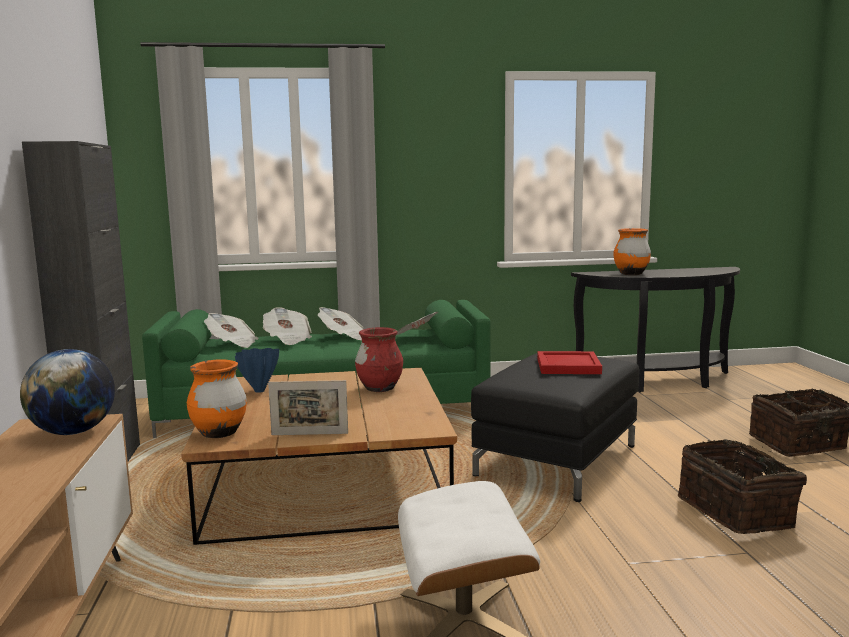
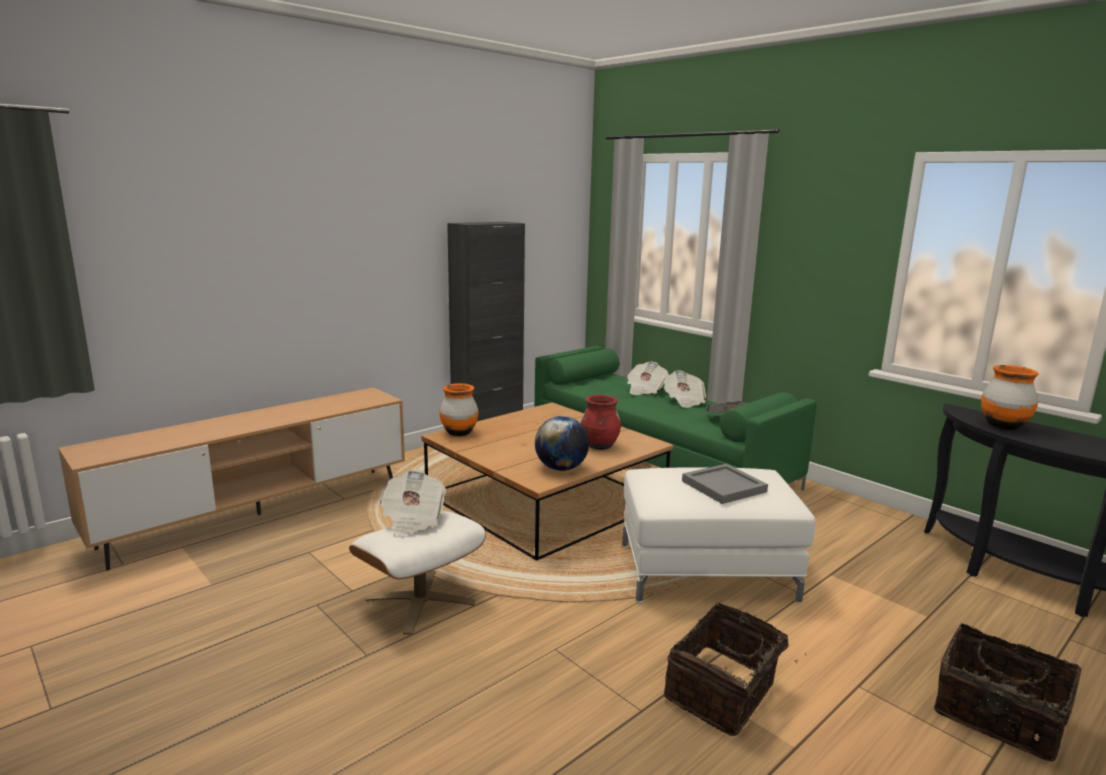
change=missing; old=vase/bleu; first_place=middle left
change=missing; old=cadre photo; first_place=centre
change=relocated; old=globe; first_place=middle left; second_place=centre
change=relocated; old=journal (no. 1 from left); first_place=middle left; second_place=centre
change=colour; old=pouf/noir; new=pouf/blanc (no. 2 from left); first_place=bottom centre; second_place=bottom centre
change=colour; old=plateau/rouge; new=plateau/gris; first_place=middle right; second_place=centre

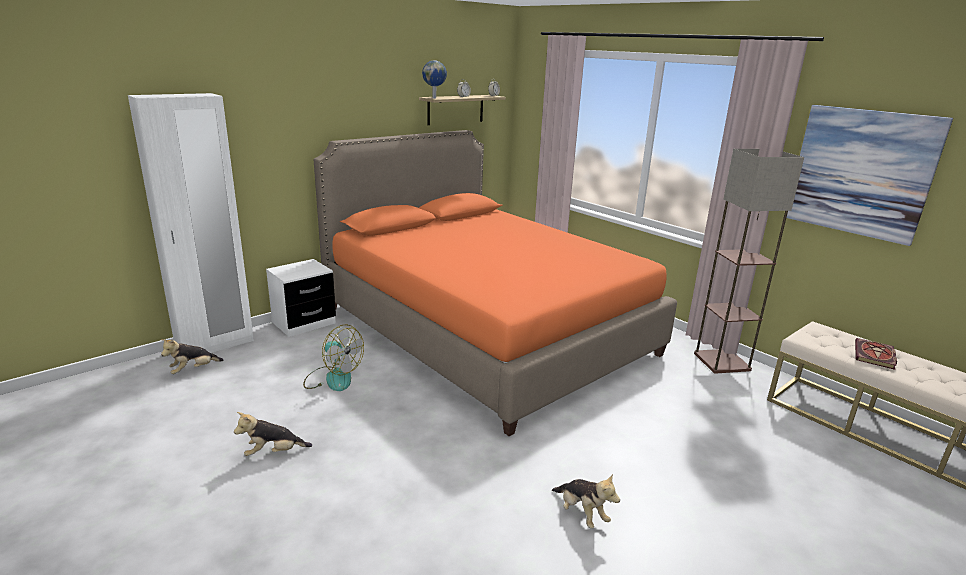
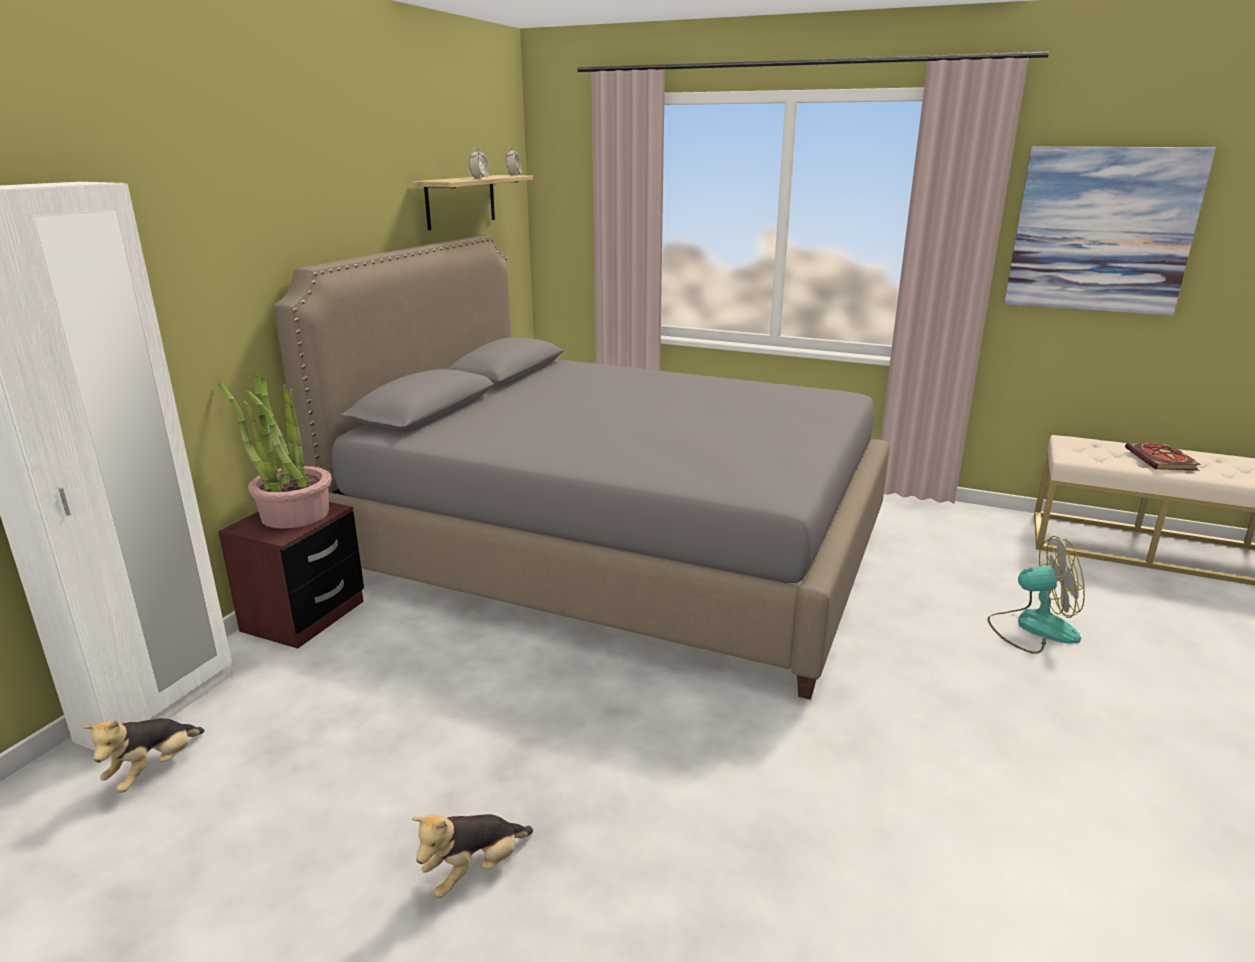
change=missing; old=globe; first_place=top centre
change=missing; old=peluche (no. 3 from left); first_place=bottom centre
change=missing; old=lampadaire; first_place=middle right
change=appeared; new=plante en pot; second_place=middle left
change=relocated; old=ventilateur; first_place=centre; second_place=middle right
change=colour; old=table de chevet/blanc; new=table de chevet/marron; first_place=middle left; second_place=middle left
change=colour; old=lit/orange; new=lit/gris; first_place=centre; second_place=centre

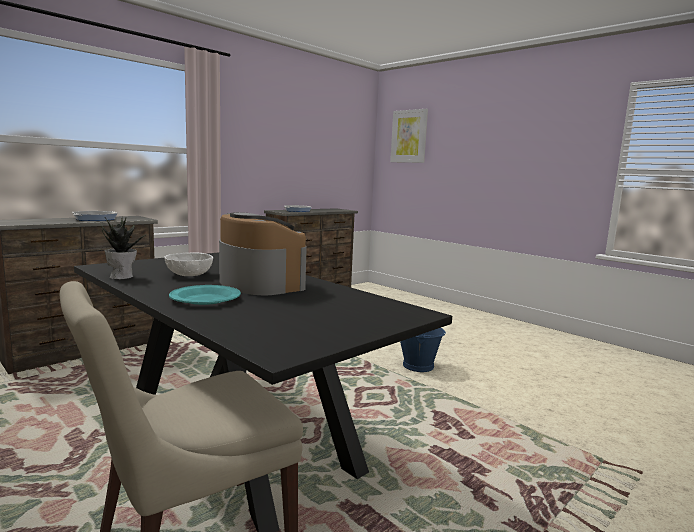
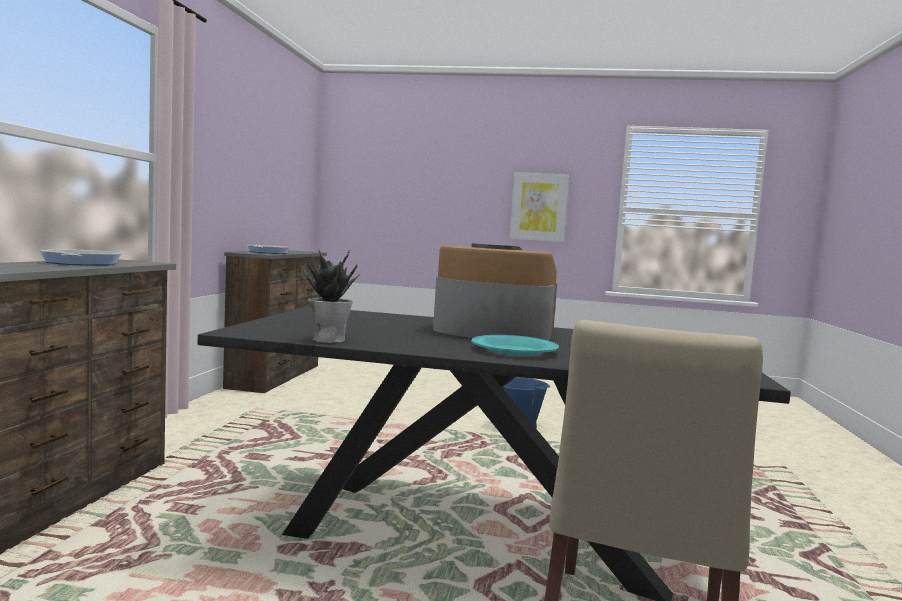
change=missing; old=bol/blanc; first_place=middle left
change=relocated; old=tableau; first_place=top centre; second_place=centre

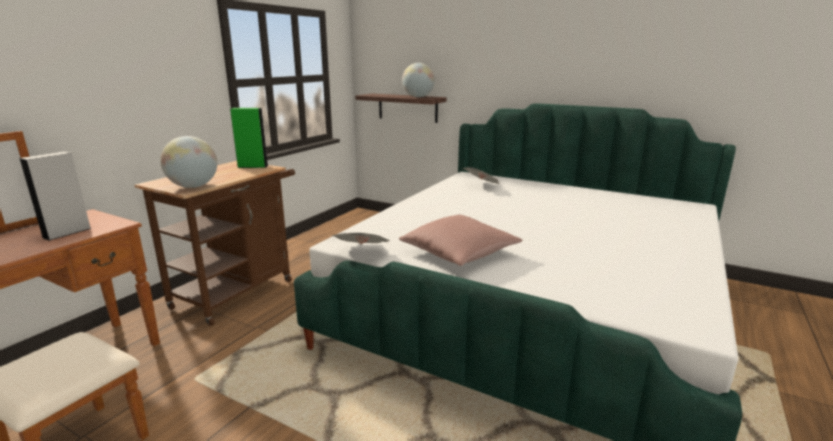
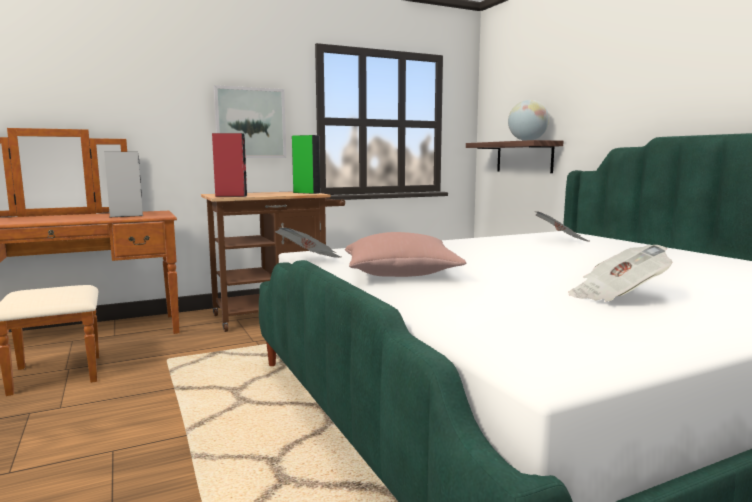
change=appeared; new=tableau; second_place=top left
change=appeared; new=journal (no. 3 from left); second_place=middle right
change=exchanged; old=globe (no. 1 from left); new=enceinte/rouge; first_place=middle left; second_place=top left

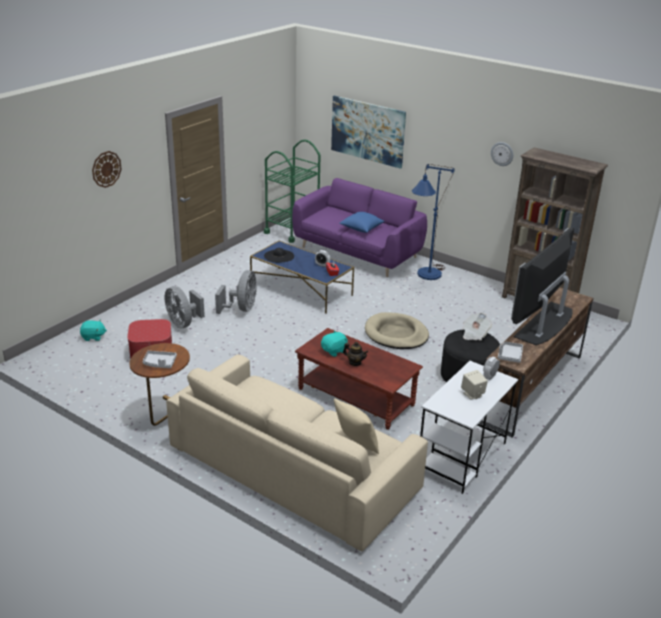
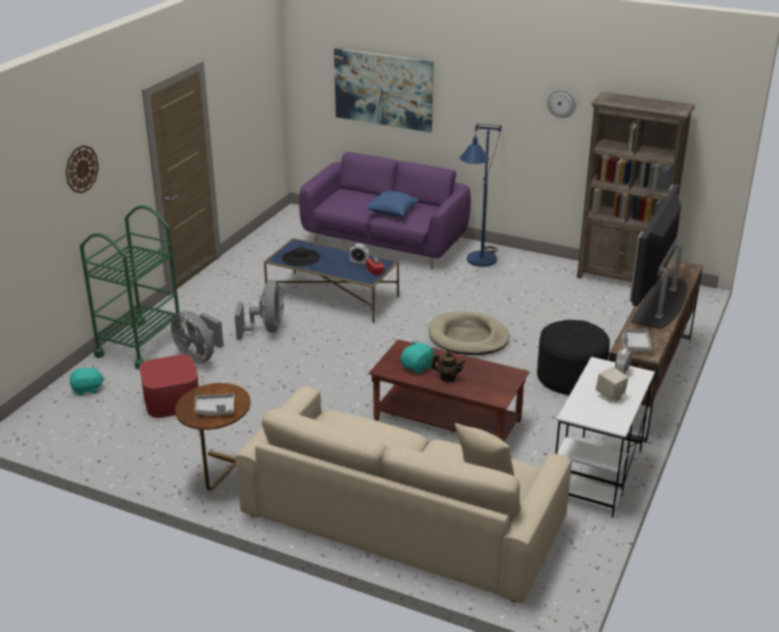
change=missing; old=journal; first_place=middle right
change=relocated; old=chariot/vert; first_place=top centre; second_place=middle left

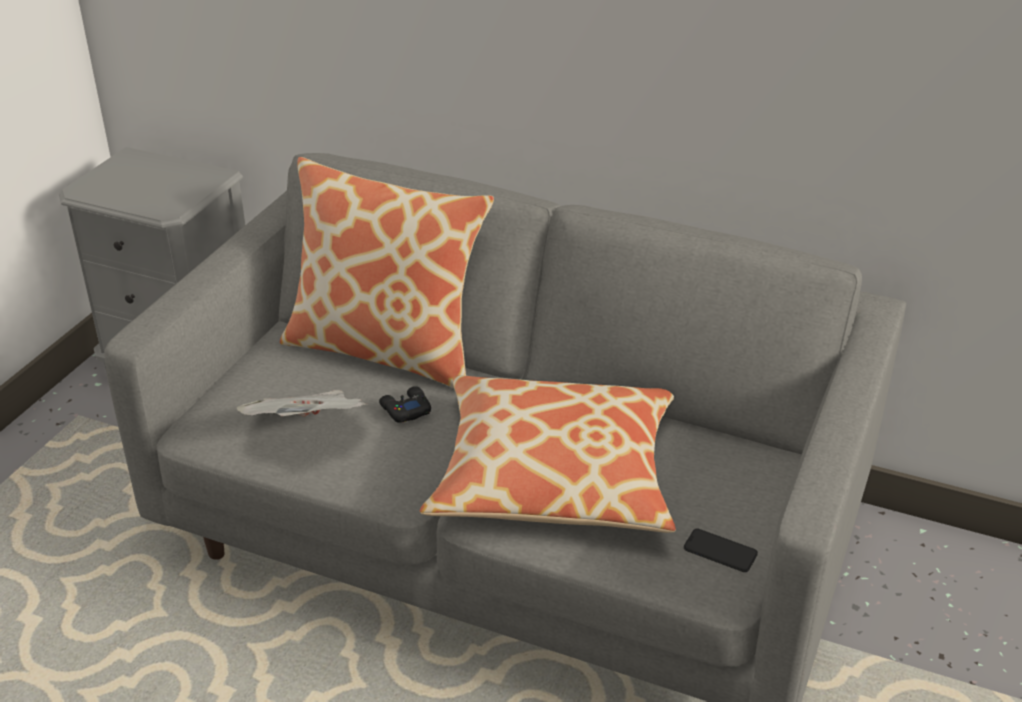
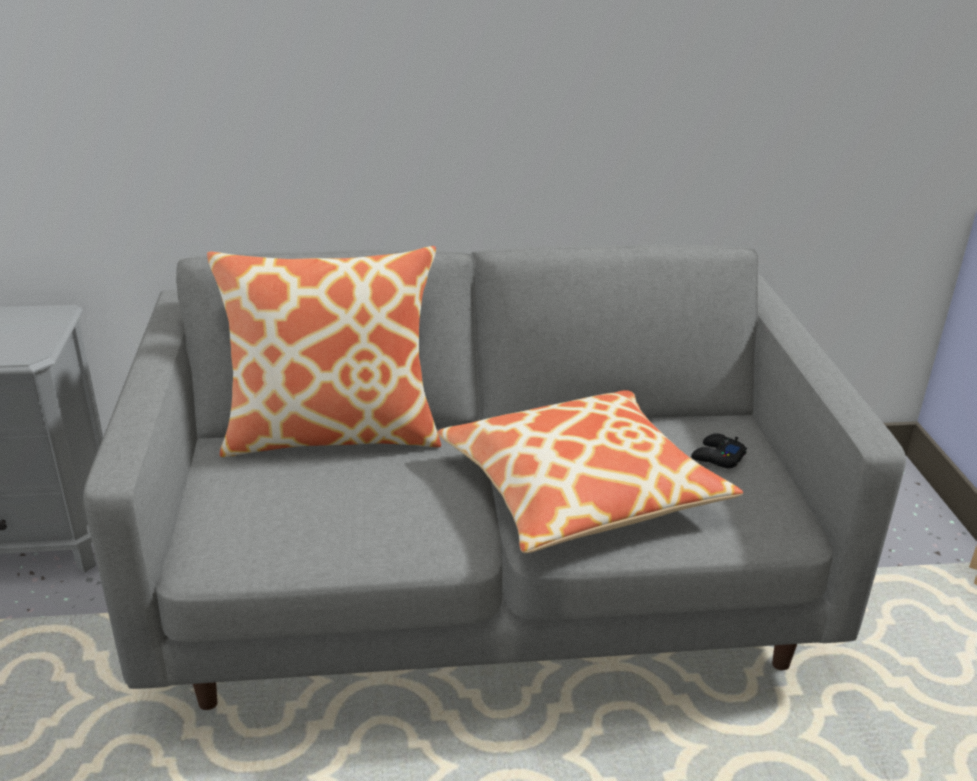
change=missing; old=journal; first_place=middle left
change=missing; old=téléphone; first_place=bottom right
change=relocated; old=manette/noir; first_place=centre; second_place=middle right

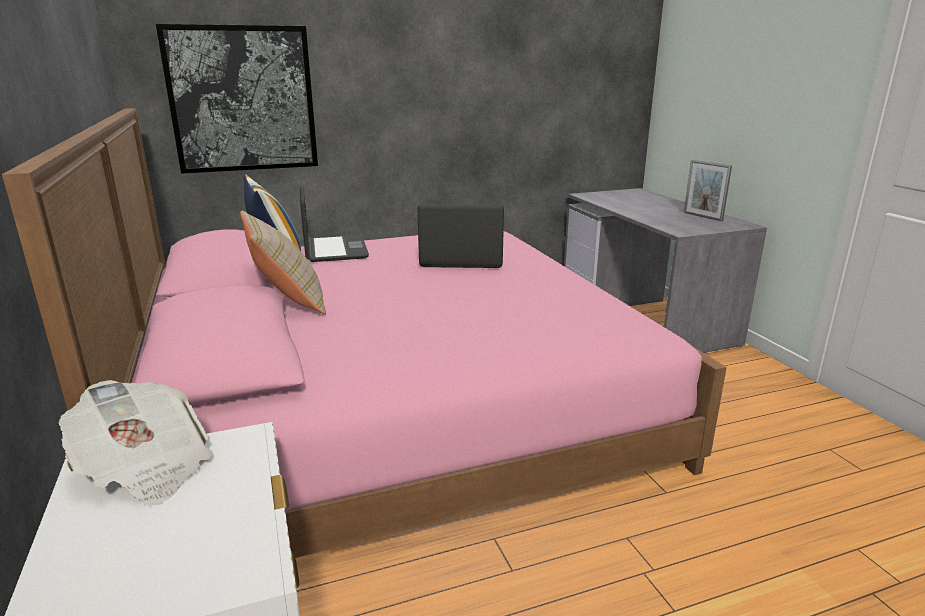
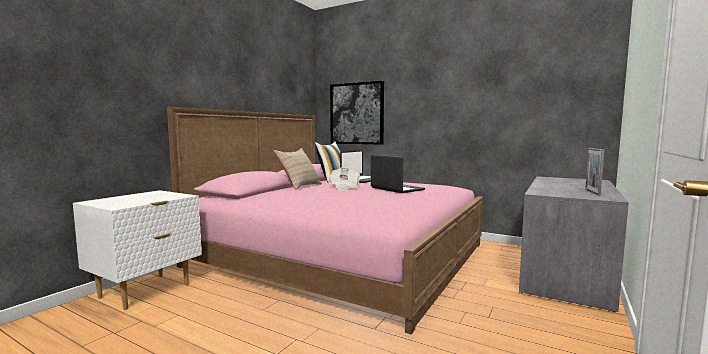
change=relocated; old=journal; first_place=bottom left; second_place=centre

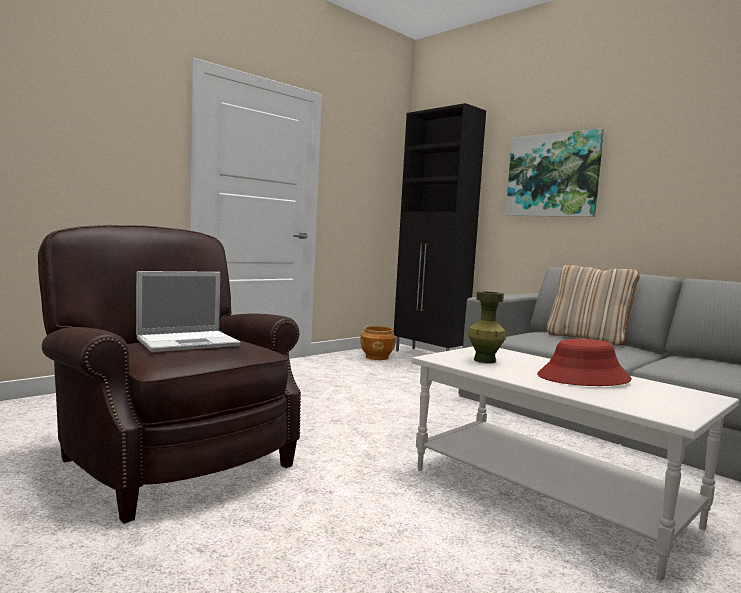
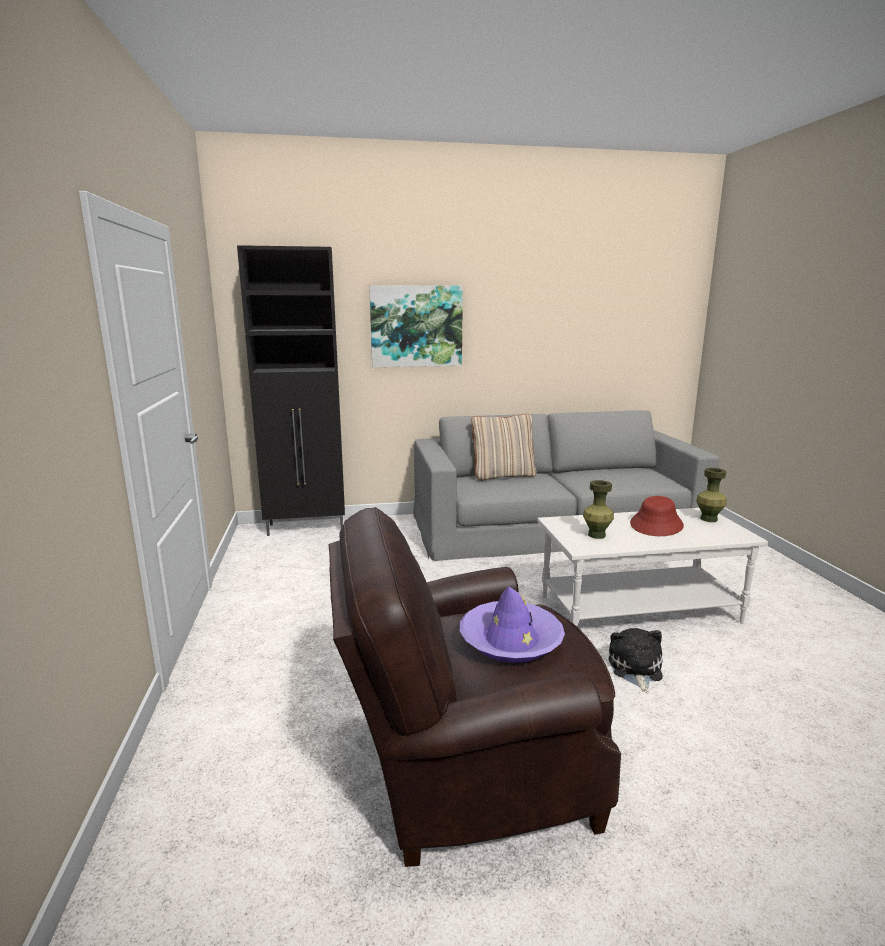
change=missing; old=cache-pot/marron; first_place=centre
change=appeared; new=peluche; second_place=bottom right
change=appeared; new=vase/vert (no. 2 from left); second_place=middle right
change=exchanged; old=ordinateur portable; new=chapeau/violet; first_place=middle left; second_place=centre

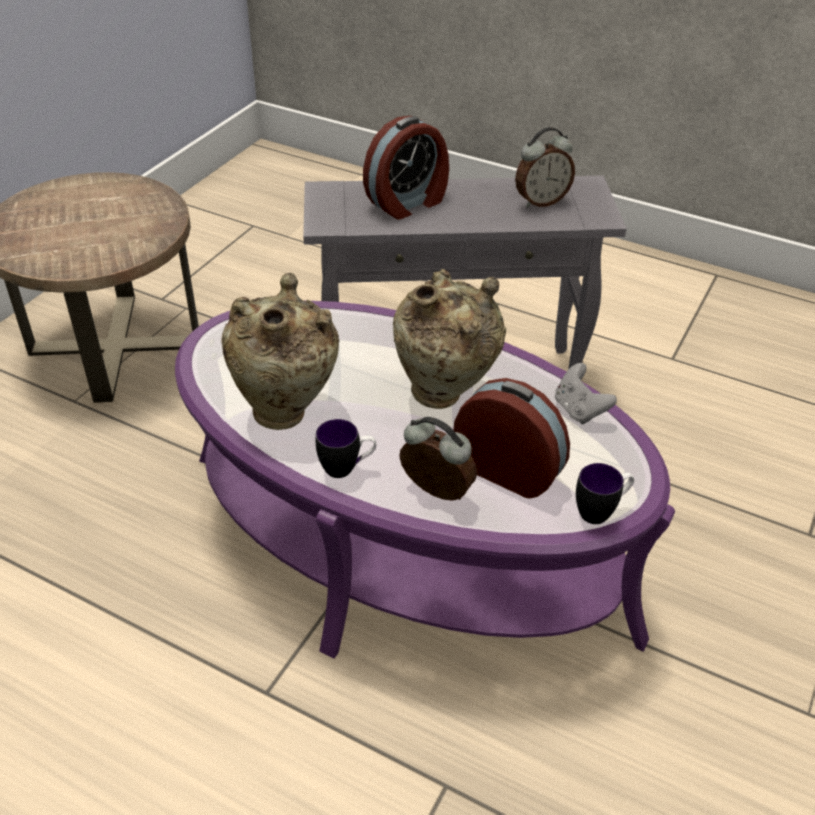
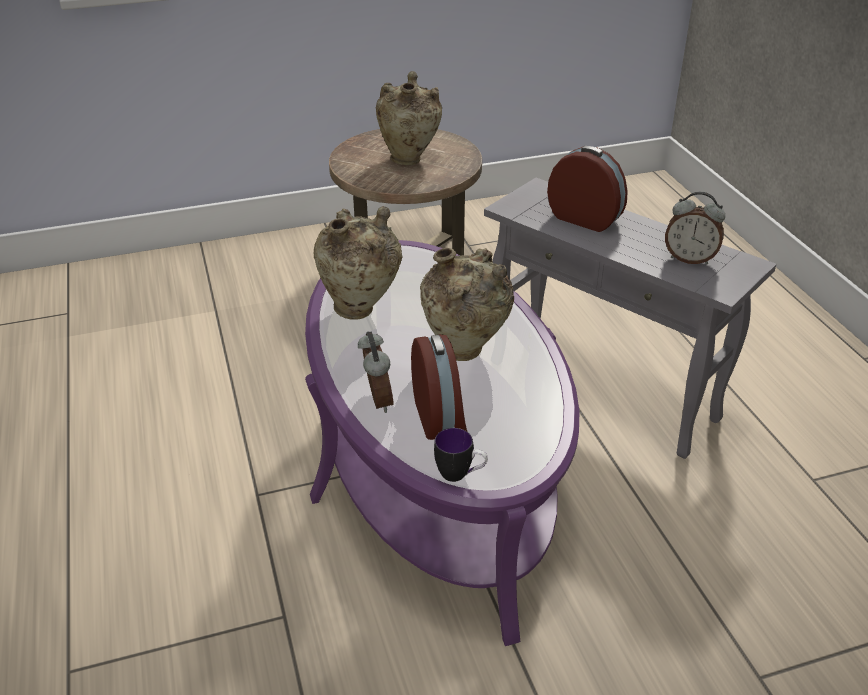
change=missing; old=mug (no. 1 from left); first_place=centre
change=missing; old=manette/gris; first_place=middle right
change=appeared; new=vase/beige (no. 2 from left); second_place=top centre
change=spun; old=réveil (no. 1 from left in the first image); first_place=top centre; second_place=top right; degrees=-150

